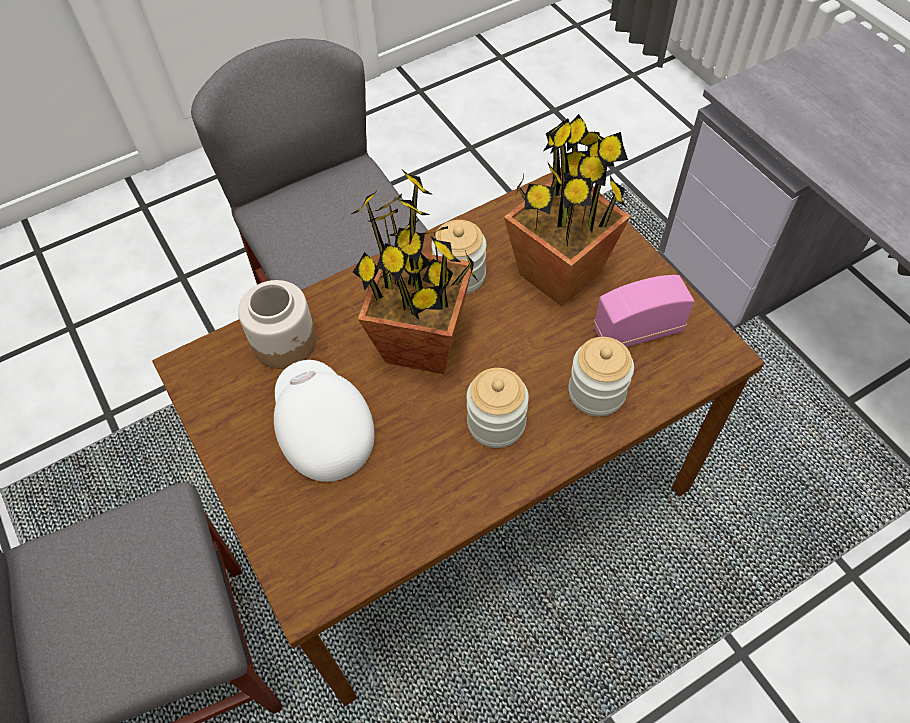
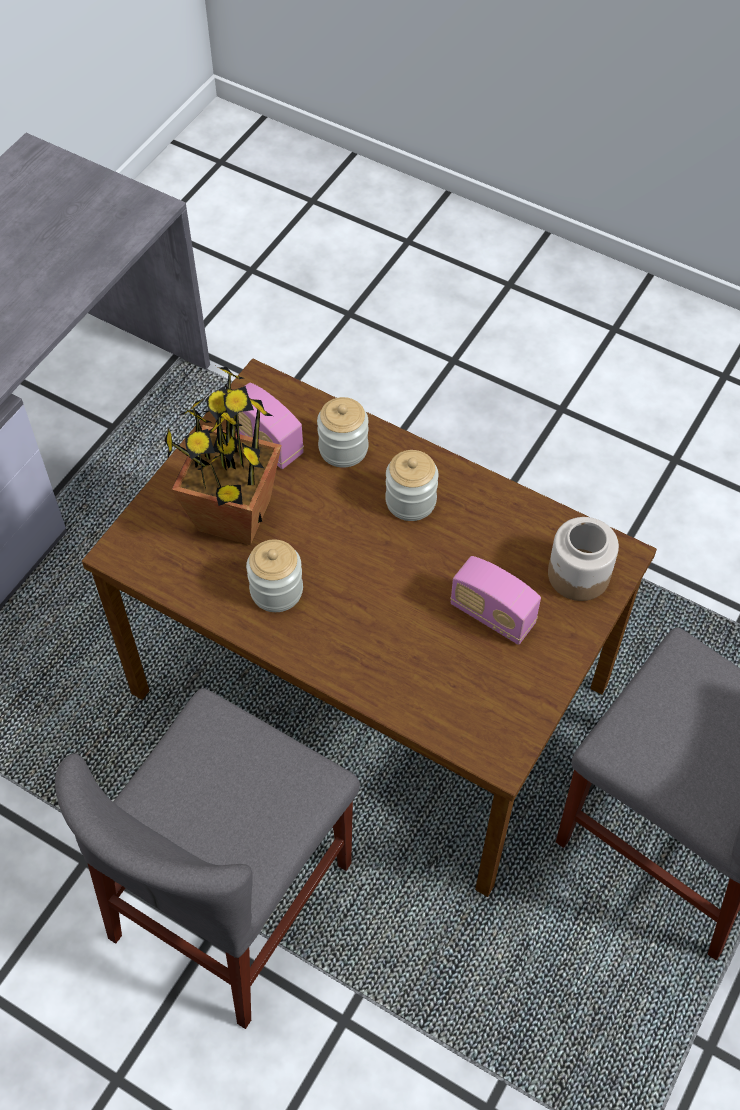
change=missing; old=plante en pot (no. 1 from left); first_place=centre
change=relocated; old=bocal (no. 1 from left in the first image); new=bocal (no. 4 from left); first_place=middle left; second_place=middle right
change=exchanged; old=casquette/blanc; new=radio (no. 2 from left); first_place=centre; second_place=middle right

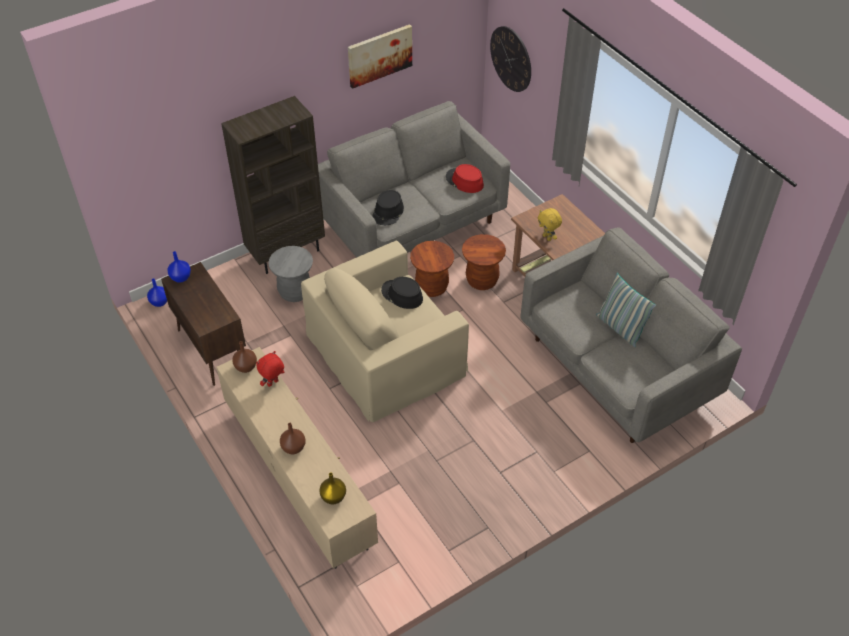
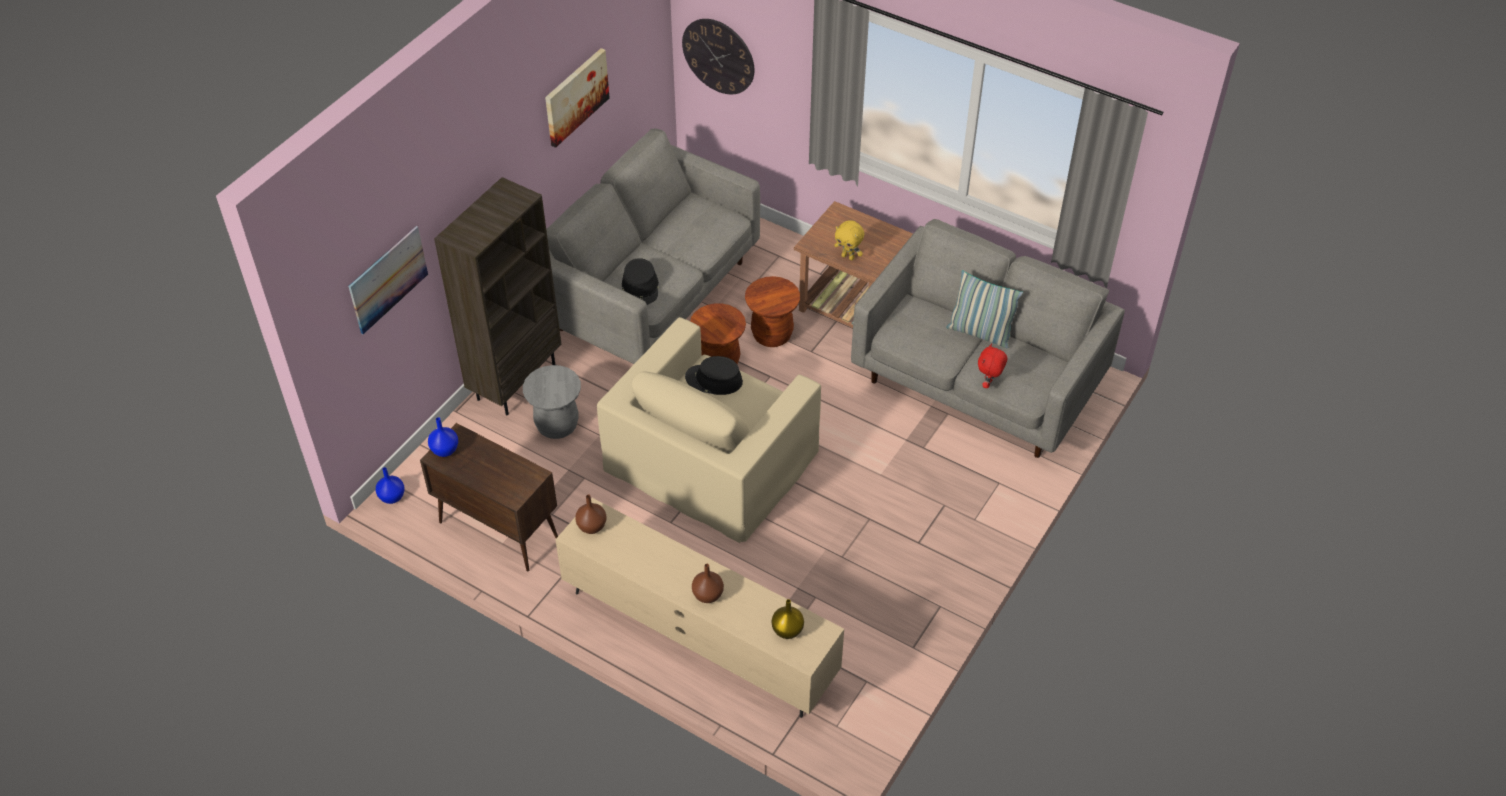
change=missing; old=chapeau/rouge; first_place=top centre
change=appeared; new=tableau (no. 1 from left); second_place=middle left
change=relocated; old=peluche/rouge; first_place=middle left; second_place=centre

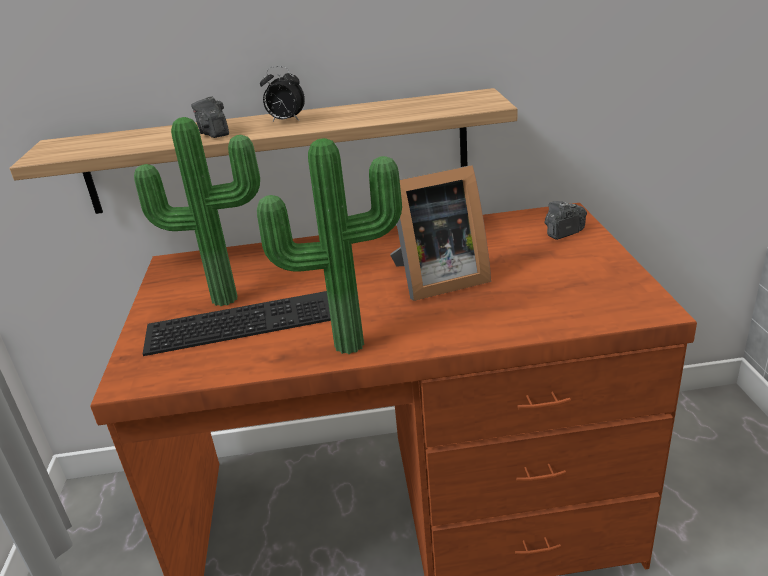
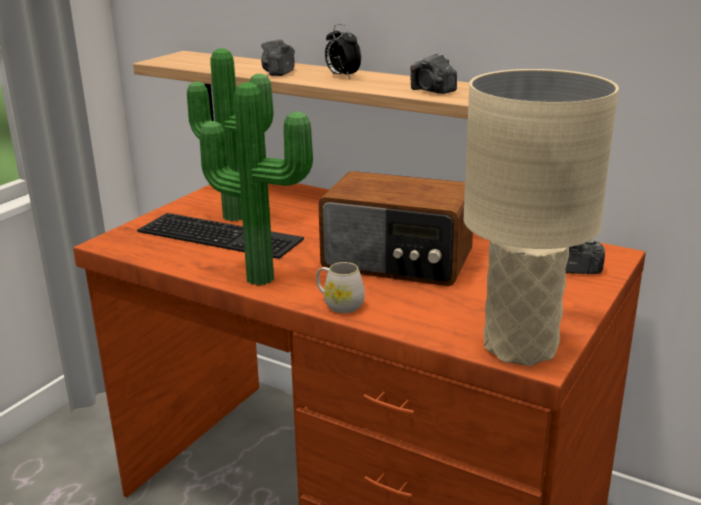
change=appeared; new=mug/blanc; second_place=centre
change=appeared; new=appareil photo (no. 2 from left); second_place=top centre
change=appeared; new=lampe de table/beige; second_place=middle right
change=exchanged; old=cadre photo; new=radio; first_place=centre; second_place=centre

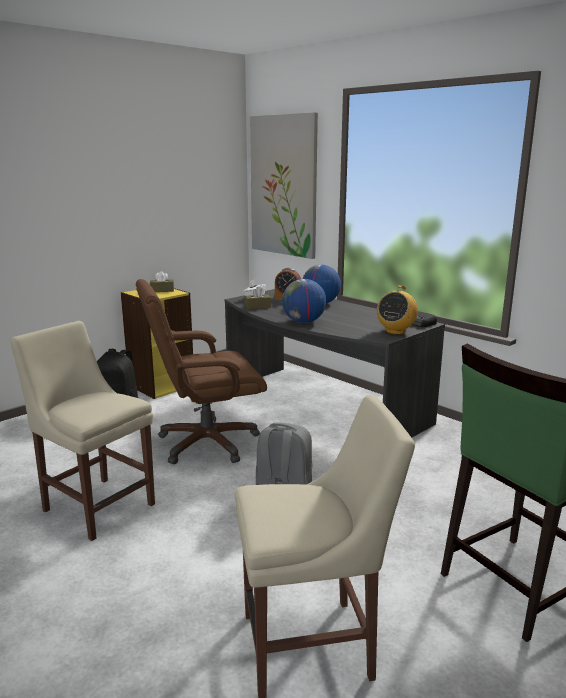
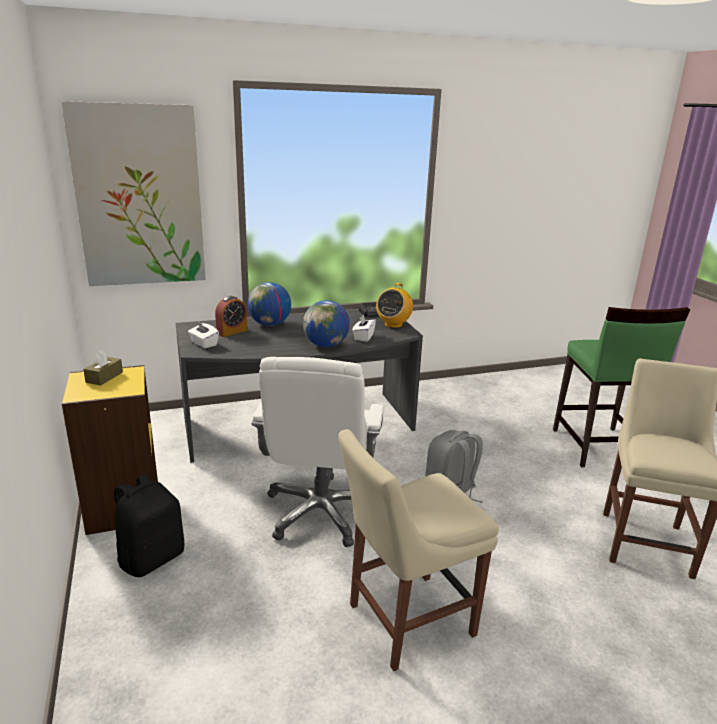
change=missing; old=boîte à mouchoirs/marron (no. 2 from left); first_place=centre
change=appeared; new=boîte à mouchoirs/blanc (no. 2 from left); second_place=centre
change=colour; old=chaise de bureau/marron; new=chaise de bureau/blanc; first_place=centre; second_place=centre
change=spun; old=radio (no. 1 from left in the first image); first_place=middle right; second_place=centre; degrees=60

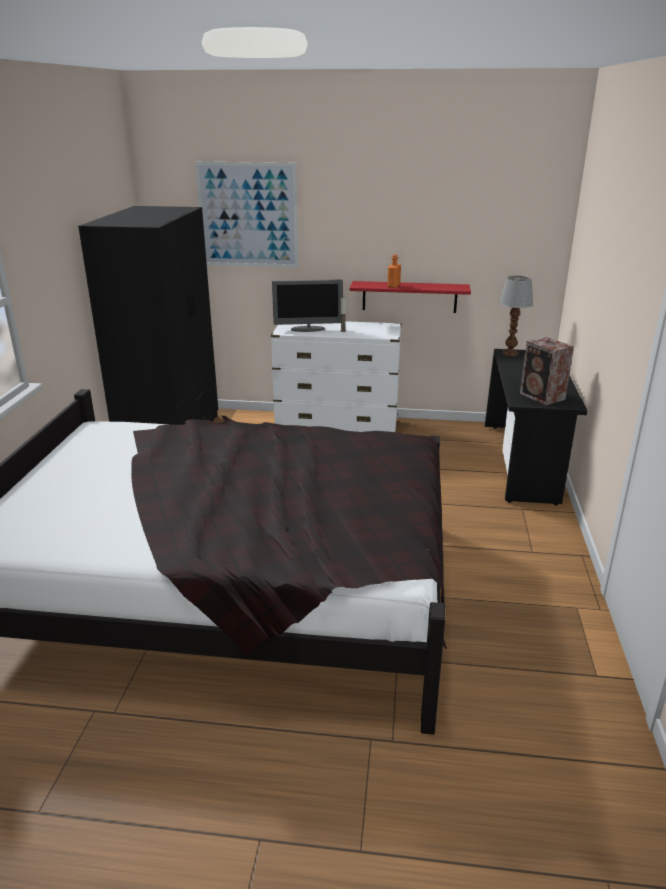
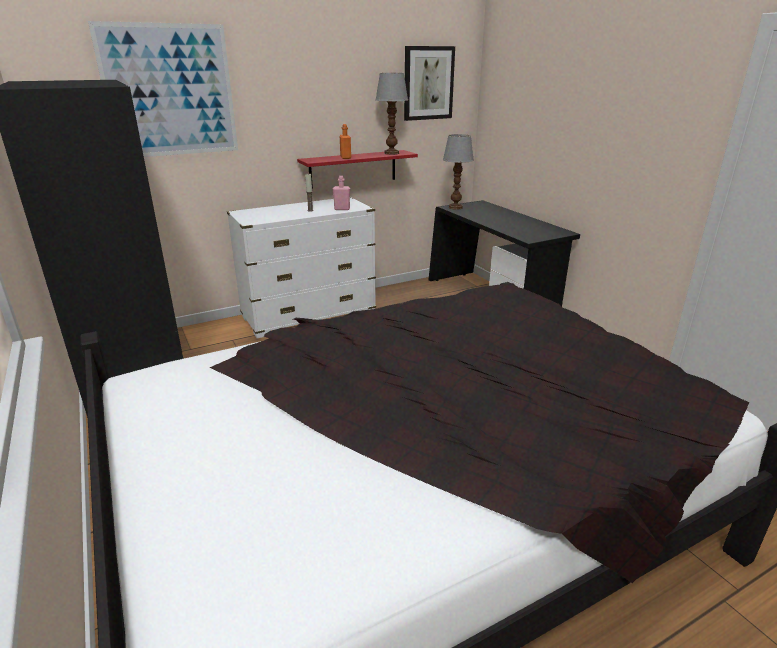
change=missing; old=écran d'ordinateur; first_place=centre
change=missing; old=enceinte; first_place=middle right
change=appeared; new=bouteille/rose; second_place=top centre
change=appeared; new=lampe de table (no. 1 from left); second_place=top centre
change=appeared; new=tableau (no. 2 from left); second_place=top centre

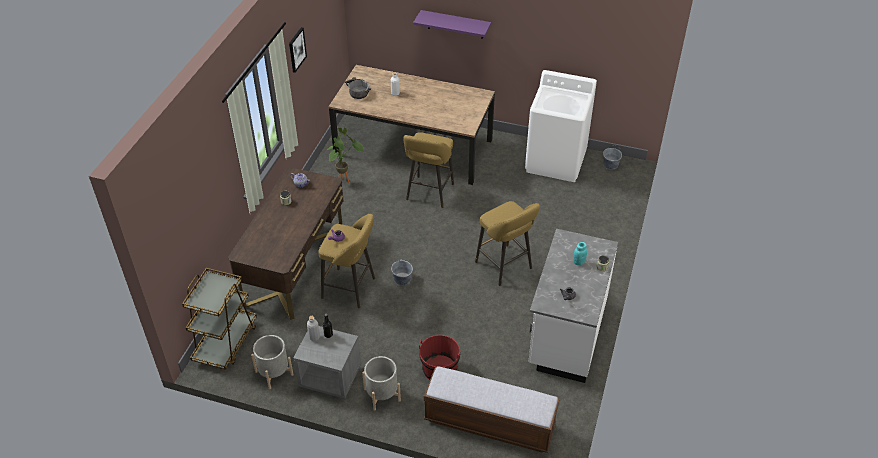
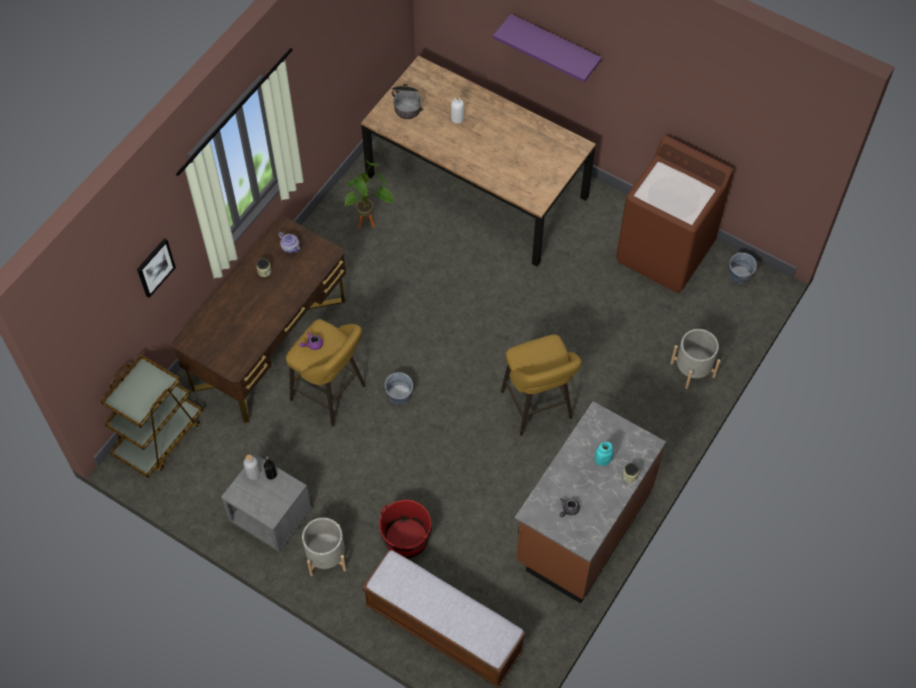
change=missing; old=tabouret/jaune (no. 2 from left); first_place=centre
change=relocated; old=cache-pot/gris (no. 1 from left in the first image); new=cache-pot/gris (no. 2 from left); first_place=bottom left; second_place=middle right
change=relocated; old=tableau; first_place=top centre; second_place=middle left
change=colour; old=lave-linge/blanc; new=lave-linge/marron; first_place=top centre; second_place=top right
change=colour; old=comptoir de cuisine/blanc; new=comptoir de cuisine/marron; first_place=bottom centre; second_place=bottom centre

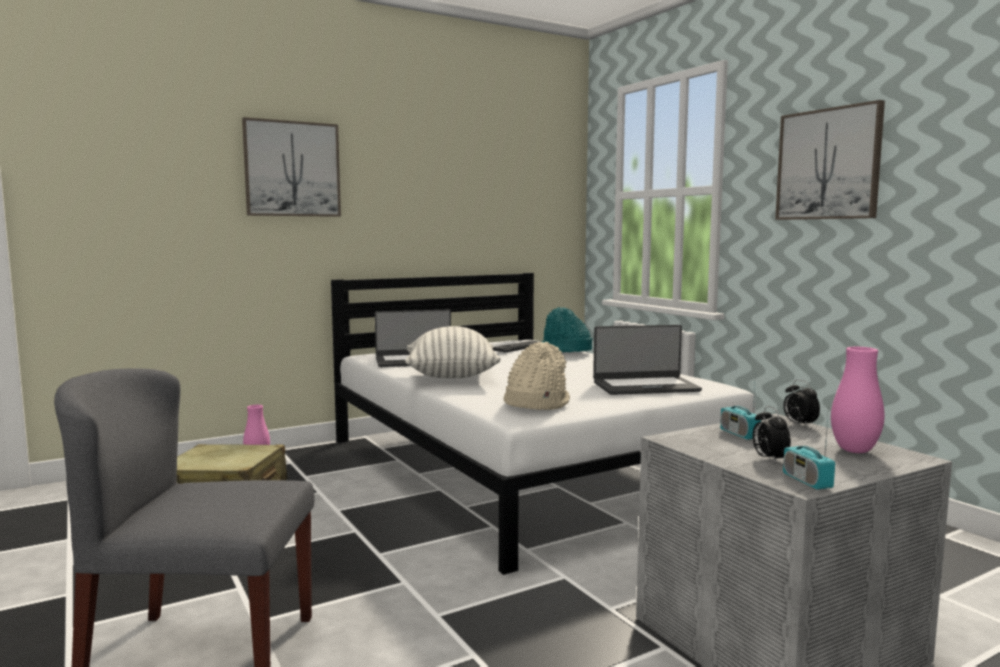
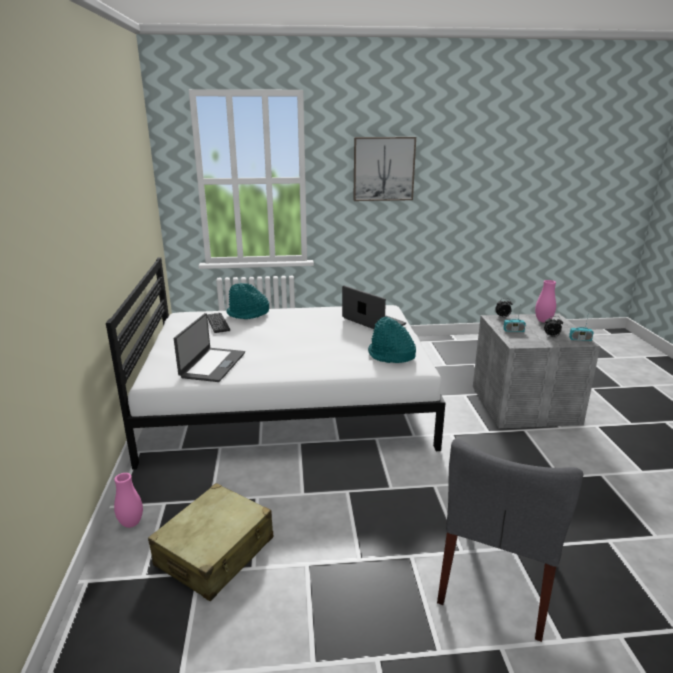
change=missing; old=tableau (no. 1 from left); first_place=top left
change=missing; old=coussin; first_place=centre
change=colour; old=chapeau/beige; new=chapeau/turquoise (no. 2 from left); first_place=centre; second_place=centre
change=spun; old=ordinateur portable (no. 2 from left); first_place=centre; second_place=centre; degrees=-60

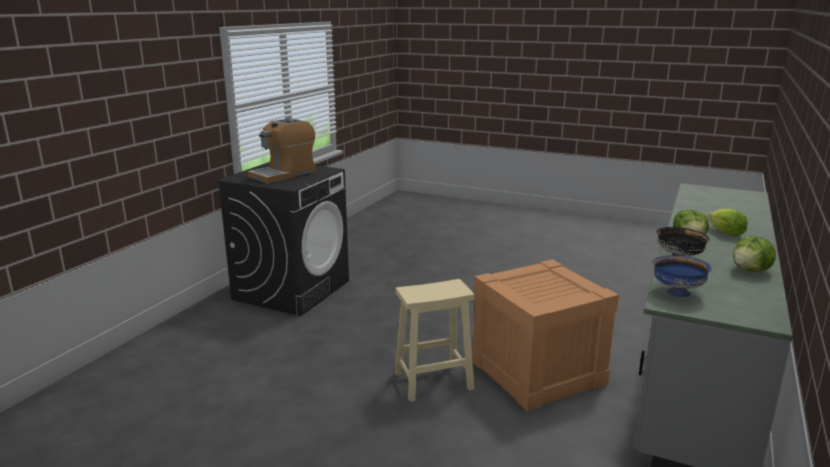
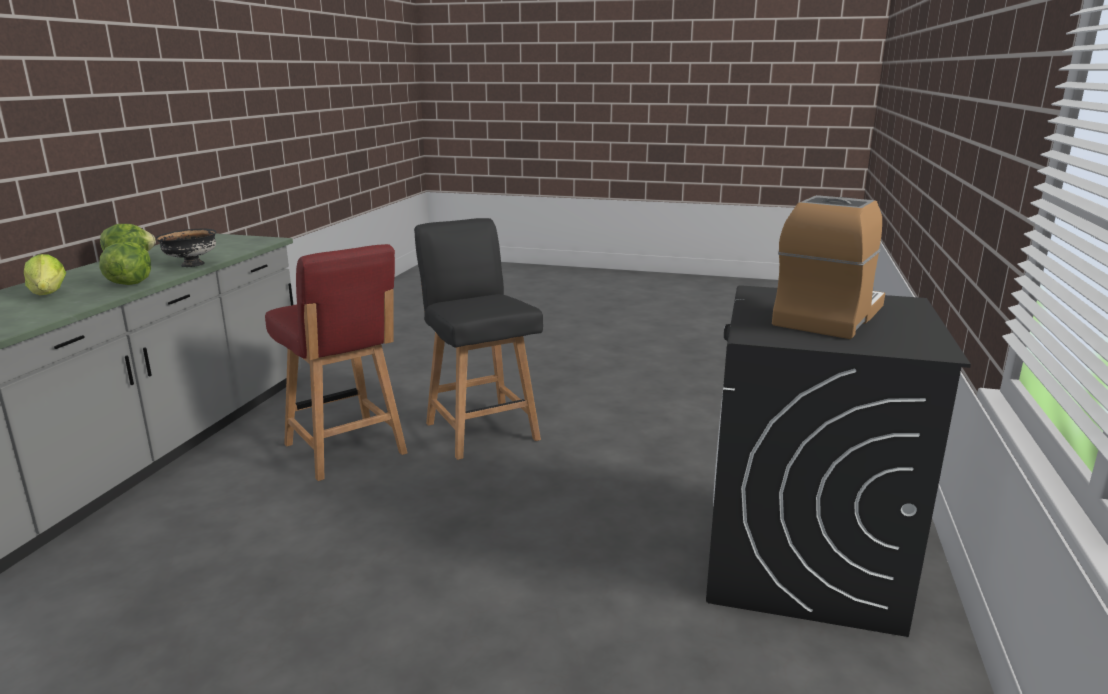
change=missing; old=bol/bleu; first_place=middle right
change=exchanged; old=tabouret/beige; new=chaise/noir; first_place=bottom centre; second_place=centre
change=exchanged; old=caisse; new=chaise/rouge; first_place=bottom centre; second_place=middle left

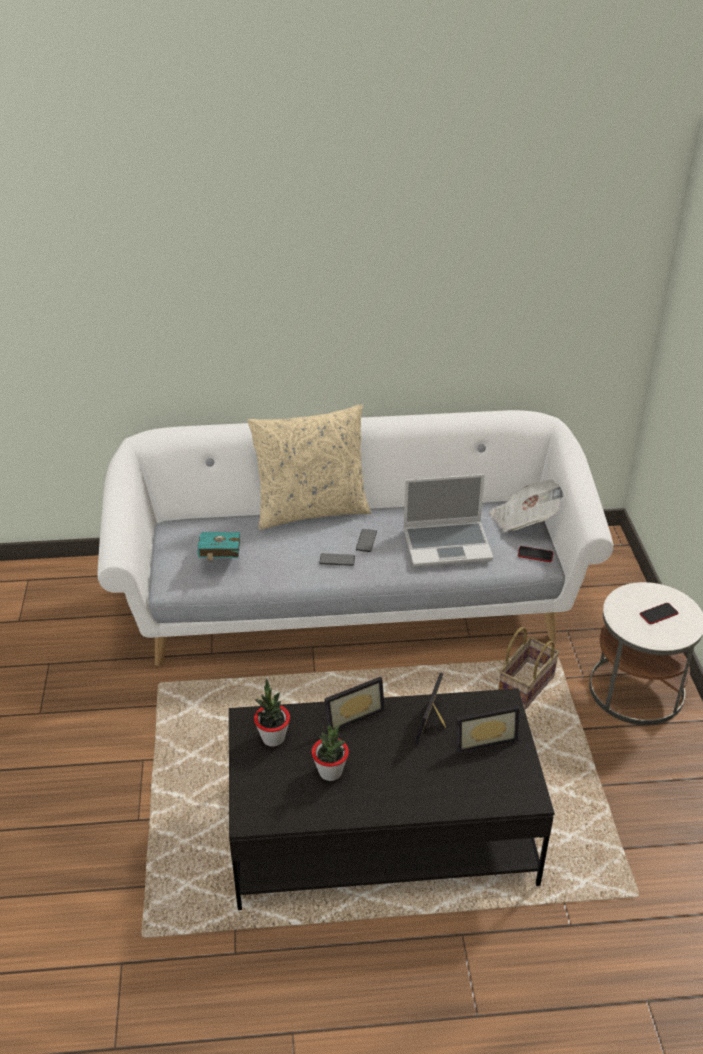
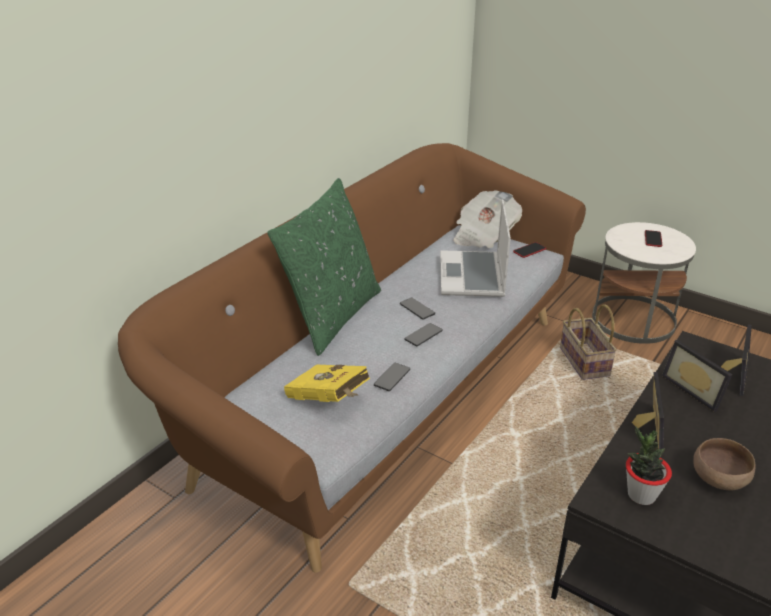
change=appeared; new=téléphone (no. 1 from left); second_place=centre
change=exchanged; old=plante en pot (no. 2 from left); new=bol/marron; first_place=bottom centre; second_place=bottom right
change=colour; old=canapé/blanc; new=canapé/marron; first_place=centre; second_place=centre
change=colour; old=livre/turquoise; new=livre/jaune; first_place=middle left; second_place=centre
change=colour; old=coussin/beige; new=coussin/vert; first_place=centre; second_place=centre
change=spun; old=ordinateur portable; first_place=centre; second_place=centre; degrees=150

